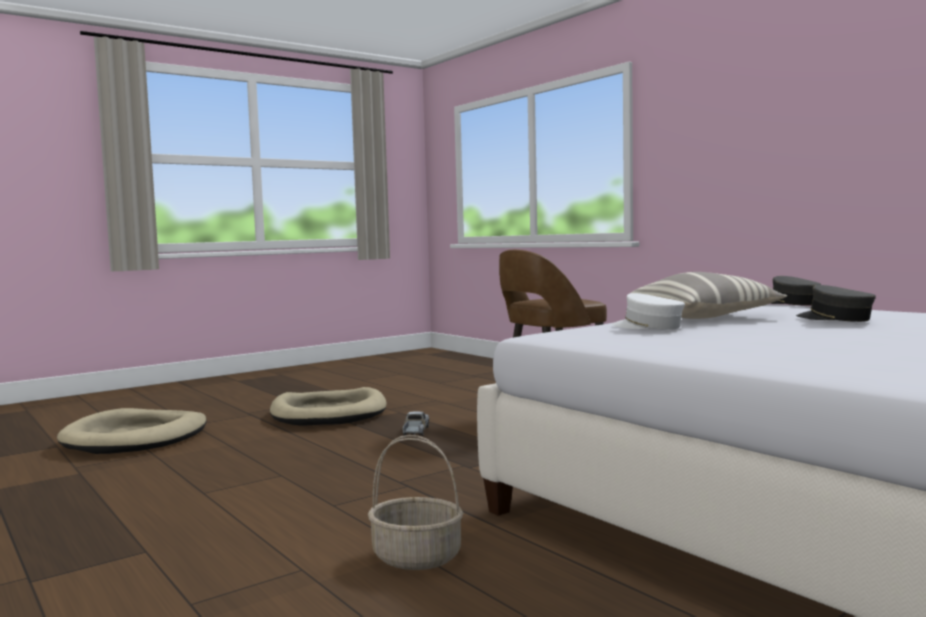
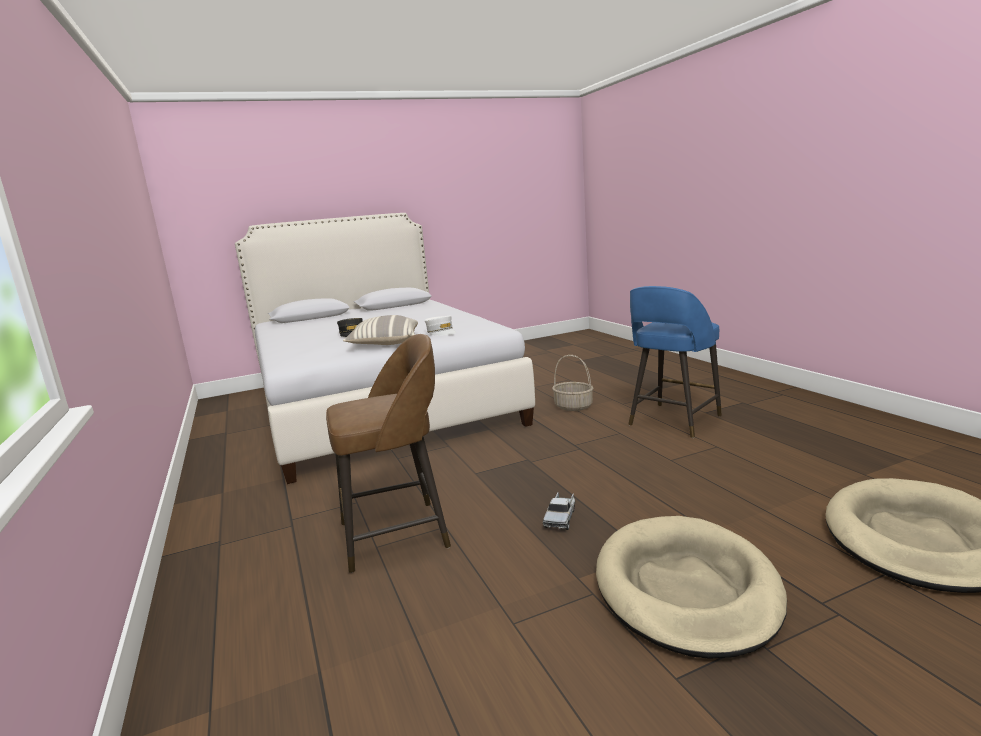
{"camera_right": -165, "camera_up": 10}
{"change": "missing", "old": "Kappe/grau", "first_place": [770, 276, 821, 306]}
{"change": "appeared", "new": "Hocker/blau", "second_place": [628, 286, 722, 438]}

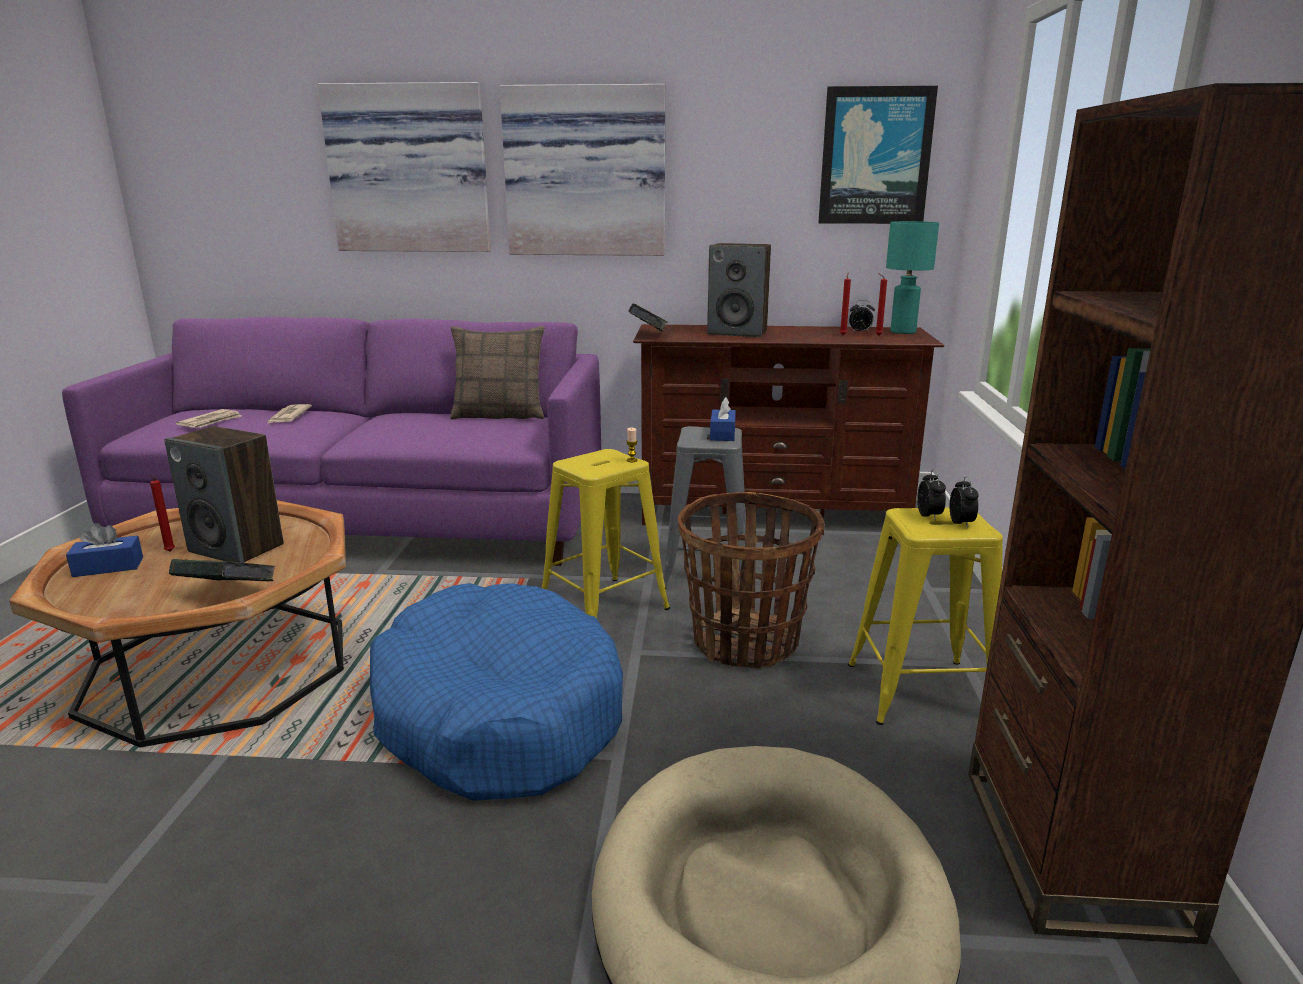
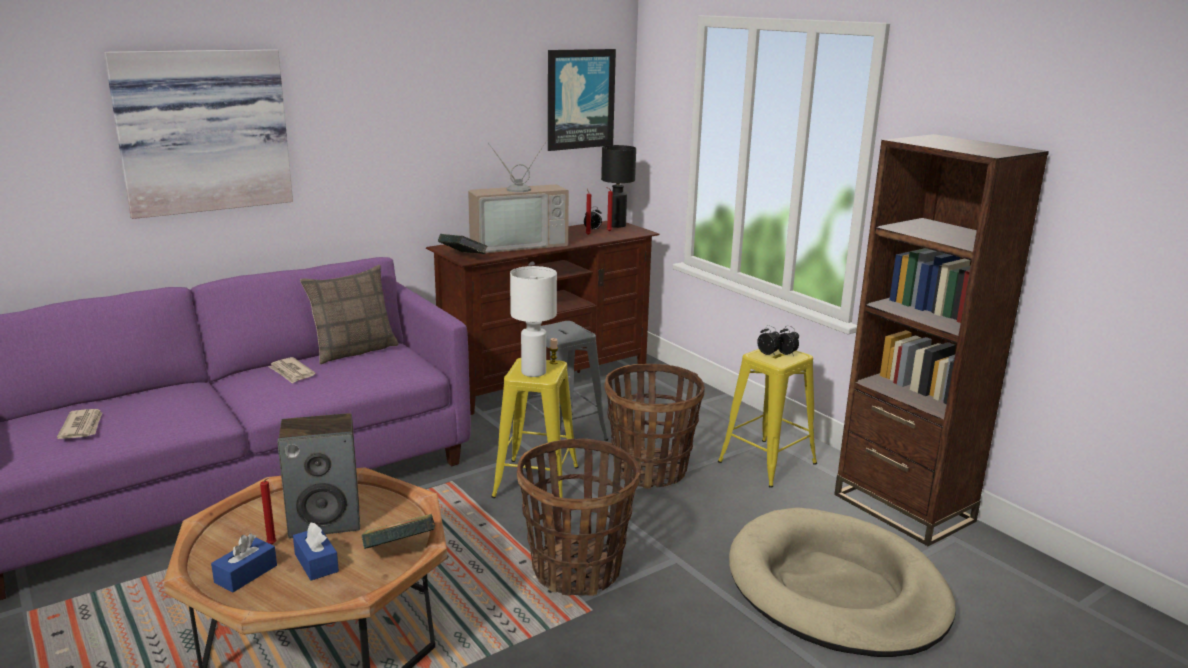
{"camera_right": -40, "camera_up": 0}
{"change": "missing", "old": "Bild", "first_place": [500, 84, 665, 256]}
{"change": "colour", "old": "Tischlampe/türkis", "new": "Tischlampe/schwarz", "first_place": [886, 221, 939, 334], "second_place": [601, 145, 636, 228]}
{"change": "exchanged", "old": "Lautsprecher", "new": "Fernseher", "first_place": [707, 243, 771, 337], "second_place": [468, 140, 569, 253]}
{"change": "relocated", "old": "Taschentuchbox/blau", "first_place": [710, 397, 736, 441], "second_place": [293, 523, 339, 580]}
{"change": "relocated", "old": "Zeitung", "first_place": [267, 404, 312, 424], "second_place": [268, 357, 315, 384]}
{"change": "exchanged", "old": "Hundebett/blau", "new": "Korb", "first_place": [370, 583, 623, 801], "second_place": [517, 439, 640, 596]}
{"change": "appeared", "new": "Tischlampe/weiß", "second_place": [510, 266, 557, 377]}

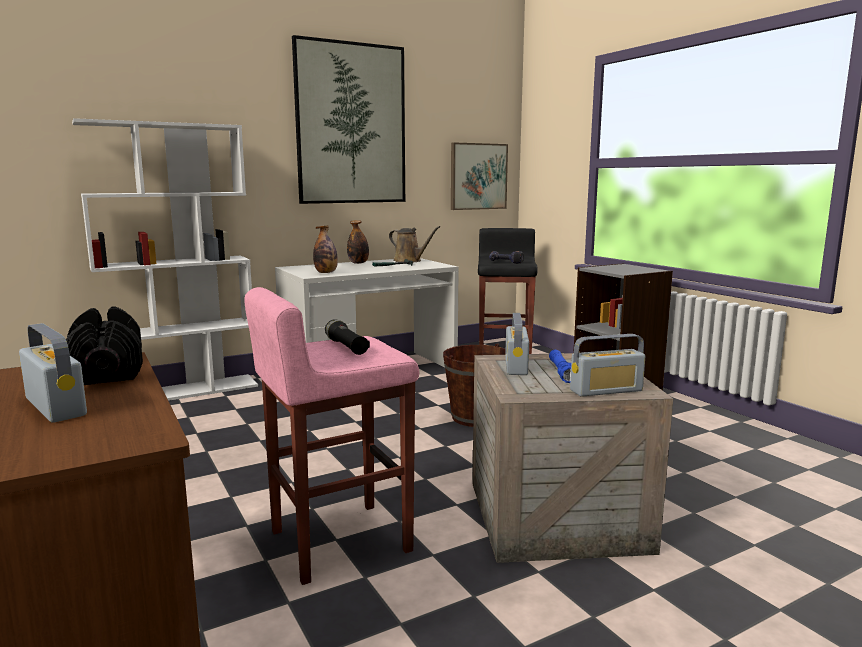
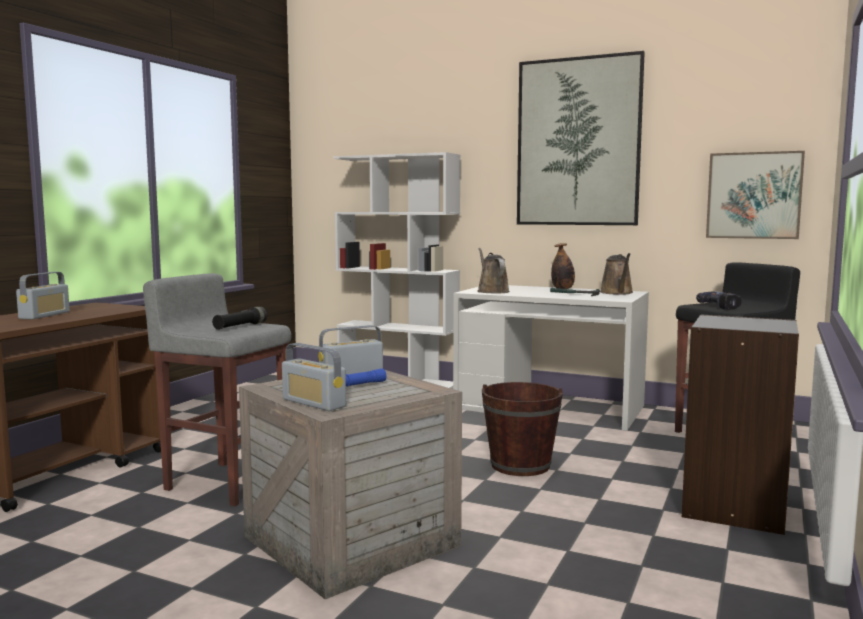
{"camera_right": 55, "camera_up": -5}
{"change": "exchanged", "old": "Flasche", "new": "Gießkanne/braun", "first_place": [313, 225, 338, 273], "second_place": [477, 248, 510, 294]}
{"change": "colour", "old": "Hocker/rosa", "new": "Hocker/grau", "first_place": [244, 287, 419, 585], "second_place": [143, 273, 291, 506]}
{"change": "missing", "old": "Hantel/schwarz", "first_place": [66, 307, 143, 385]}

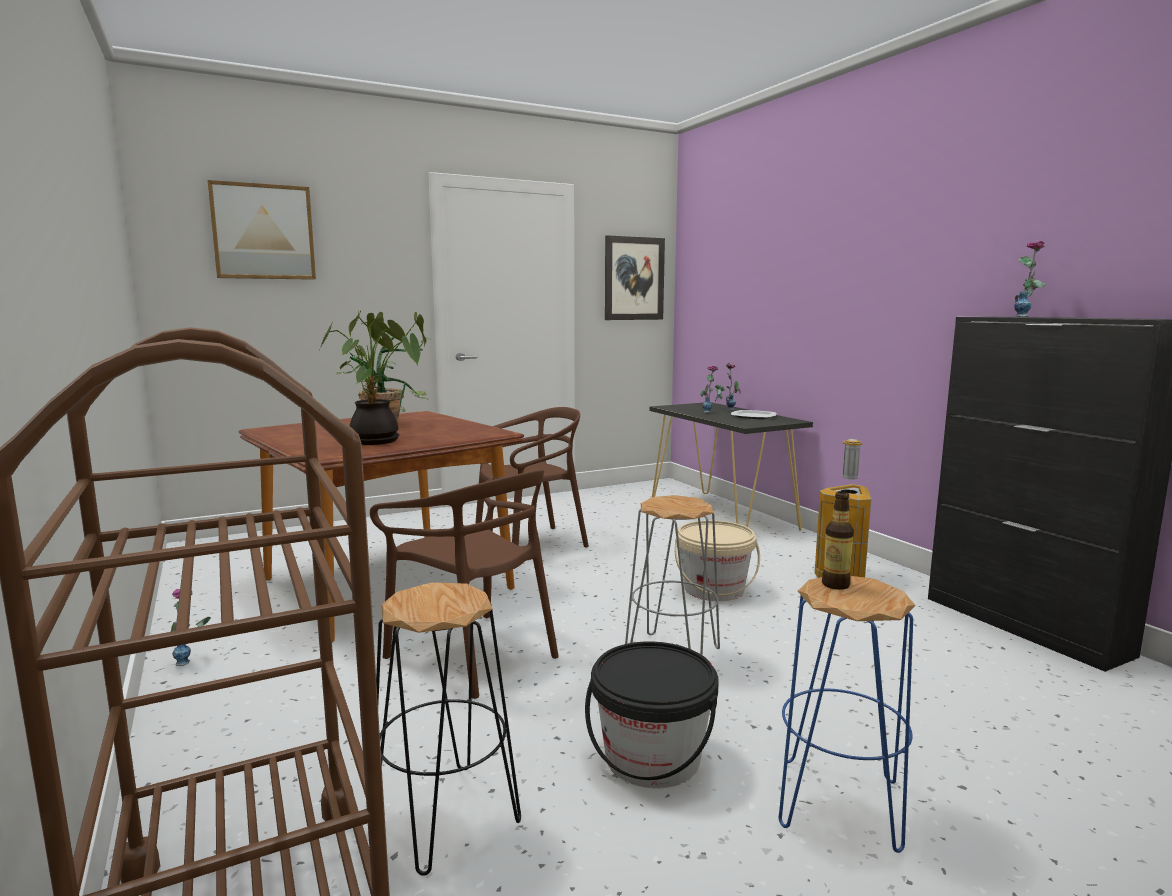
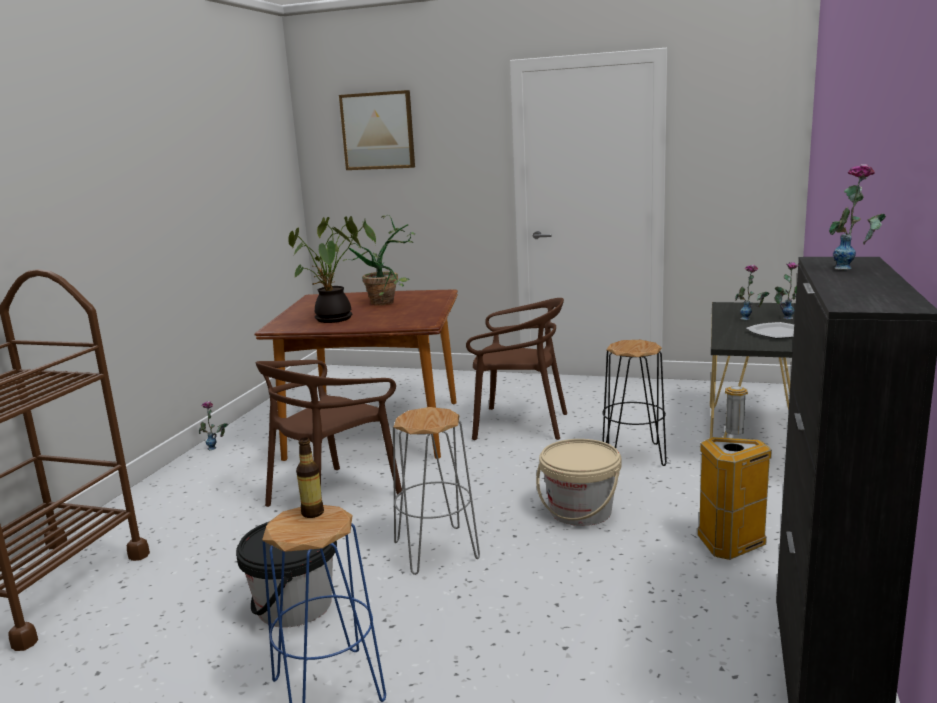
{"camera_right": 45, "camera_up": 5}
{"change": "missing", "old": "Bild", "first_place": [605, 235, 665, 320]}
{"change": "spun", "old": "Stuhl/braun", "first_place": [370, 470, 559, 699], "second_place": [256, 360, 402, 507], "degrees": 45}
{"change": "relocated", "old": "Hocker/schwarz", "first_place": [376, 582, 521, 876], "second_place": [602, 340, 667, 466]}

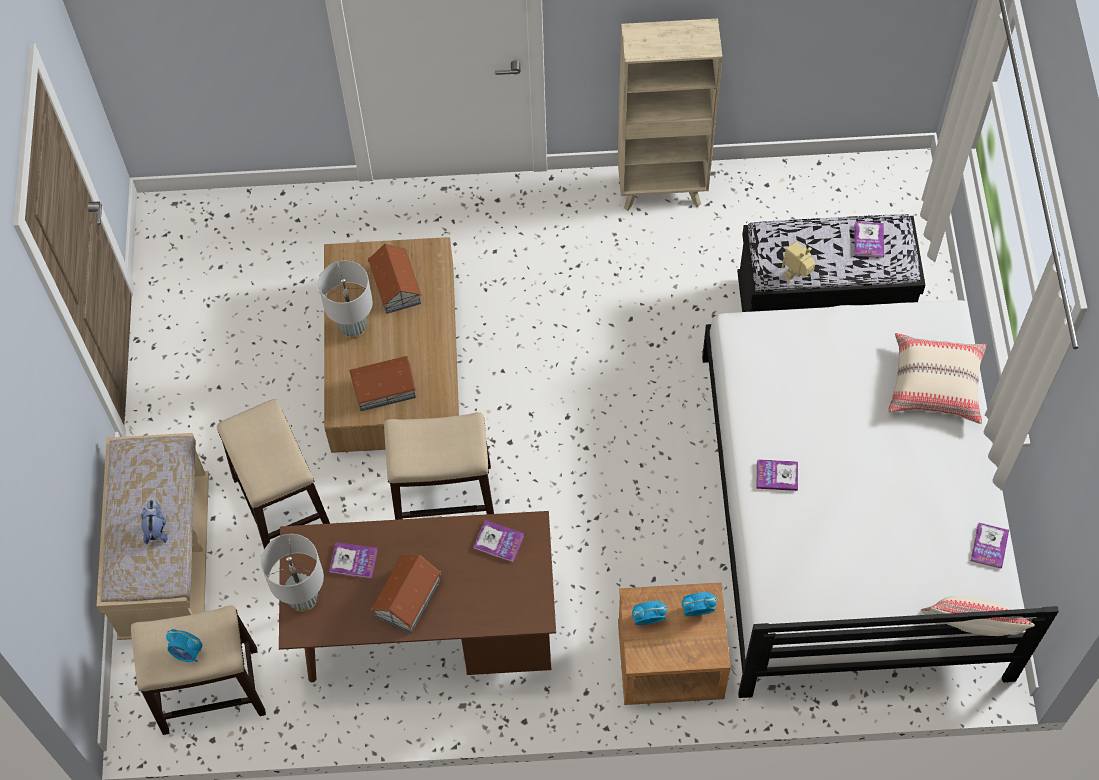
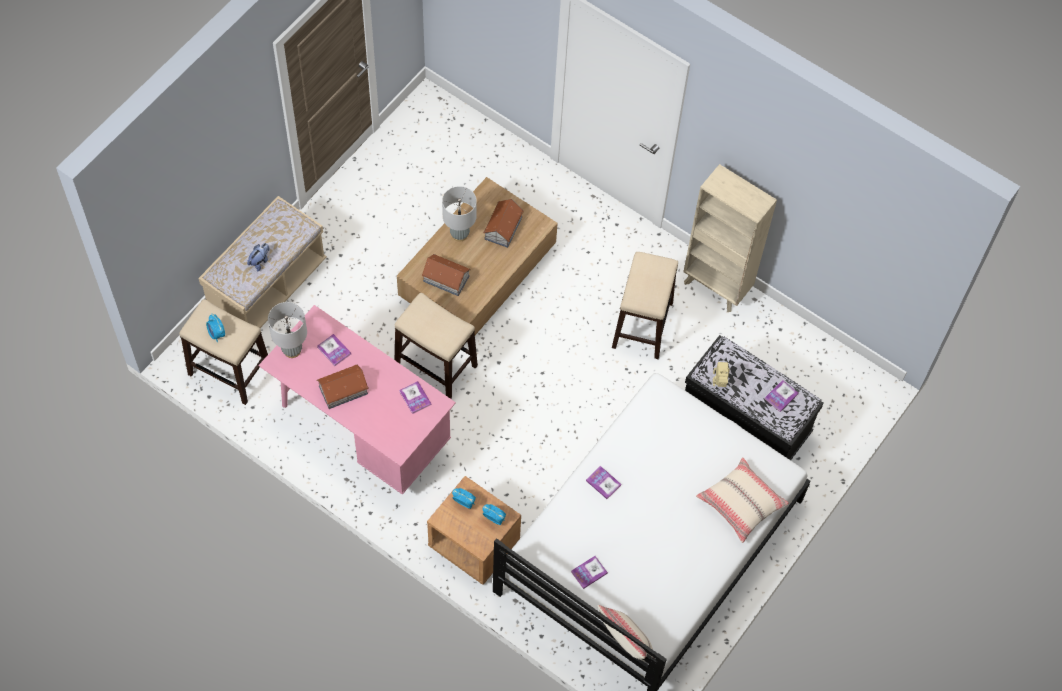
{"camera_right": 35, "camera_up": 0}
{"change": "relocated", "old": "Hocker", "first_place": [217, 399, 330, 549], "second_place": [612, 252, 678, 359]}
{"change": "colour", "old": "Schreibtisch/braun", "new": "Schreibtisch/rosa", "first_place": [279, 511, 556, 682], "second_place": [259, 305, 456, 495]}
{"change": "relocated", "old": "Buch", "first_place": [971, 522, 1009, 569], "second_place": [571, 556, 608, 589]}

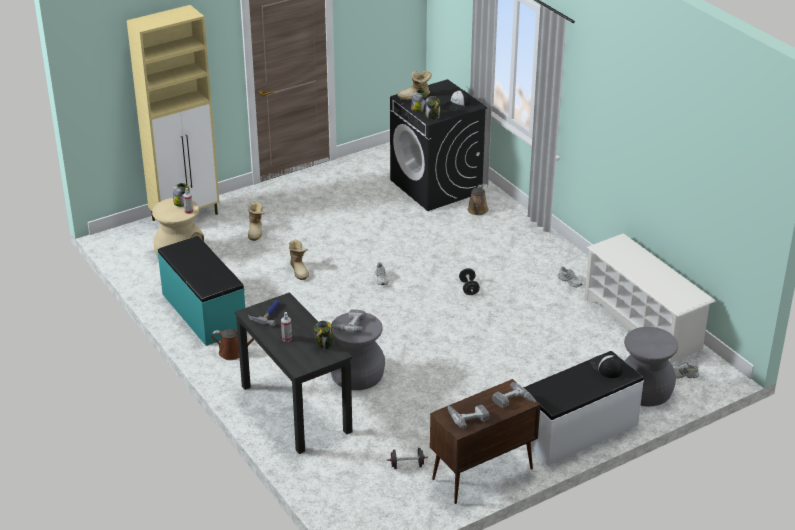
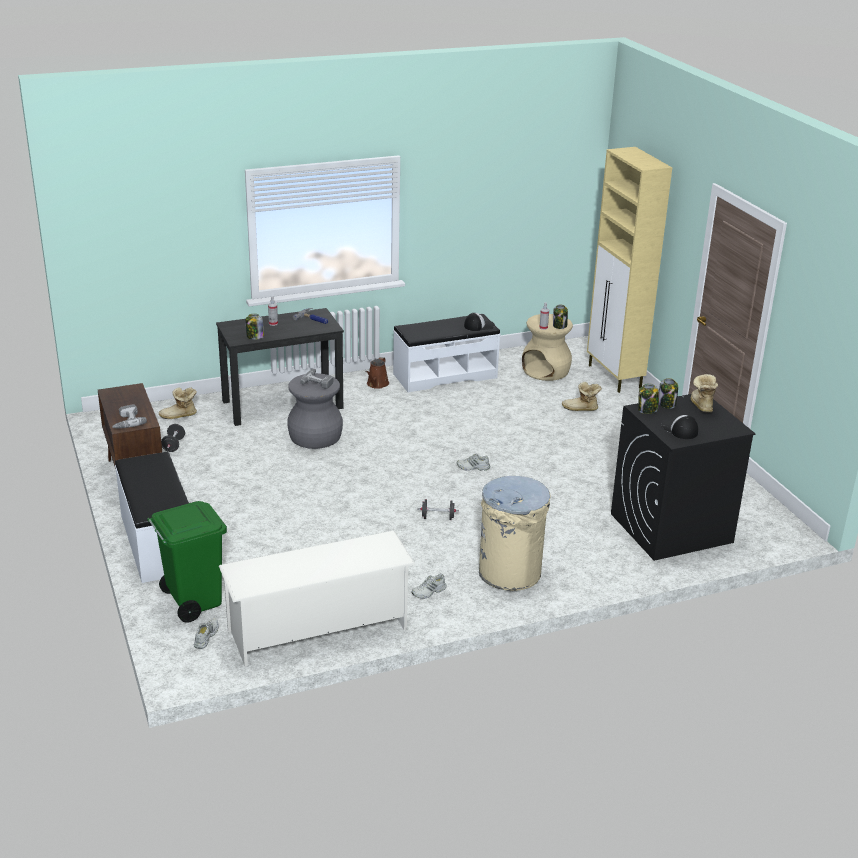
{"camera_right": 100, "camera_up": -5}
{"change": "missing", "old": "Gießkanne/braun", "first_place": [467, 185, 489, 215]}
{"change": "colour", "old": "Bank/türkis", "new": "Bank/weiß", "first_place": [158, 236, 245, 346], "second_place": [393, 314, 500, 392]}
{"change": "relocated", "old": "Stiefel", "first_place": [289, 239, 309, 280], "second_place": [159, 388, 197, 419]}
{"change": "exchanged", "old": "Hocker/grau", "new": "Mülleimer/grün", "first_place": [624, 327, 678, 406], "second_place": [147, 501, 227, 623]}
{"change": "relocated", "old": "Kappe", "first_place": [591, 355, 623, 378], "second_place": [464, 313, 495, 331]}
{"change": "missing", "old": "Bohrmaschine", "first_place": [448, 405, 489, 429]}
{"change": "appeared", "new": "Mülleimer/beige", "second_place": [479, 476, 550, 591]}

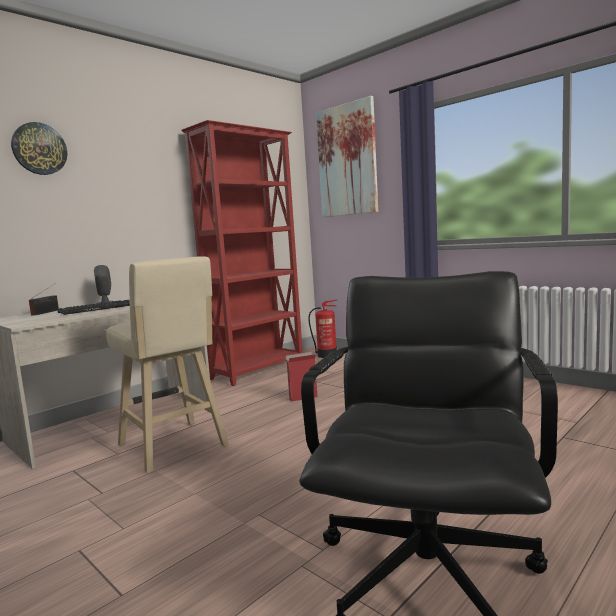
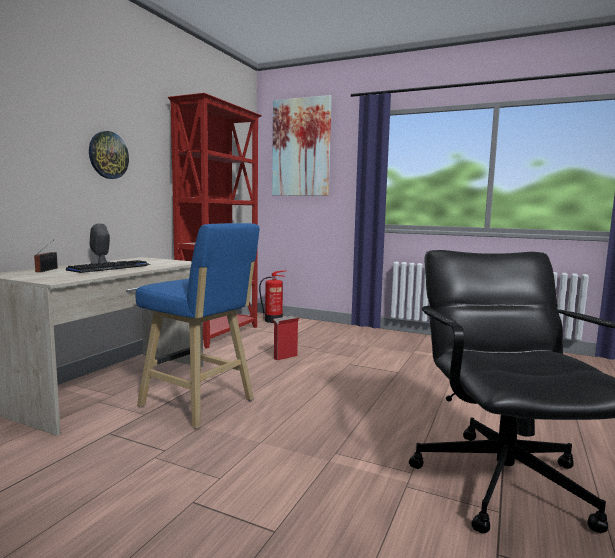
{"camera_right": -20, "camera_up": 0}
{"change": "relocated", "old": "Wanduhr", "first_place": [11, 122, 67, 175], "second_place": [89, 131, 129, 179]}
{"change": "colour", "old": "Hocker/beige", "new": "Hocker/blau", "first_place": [106, 256, 229, 473], "second_place": [136, 223, 259, 429]}

